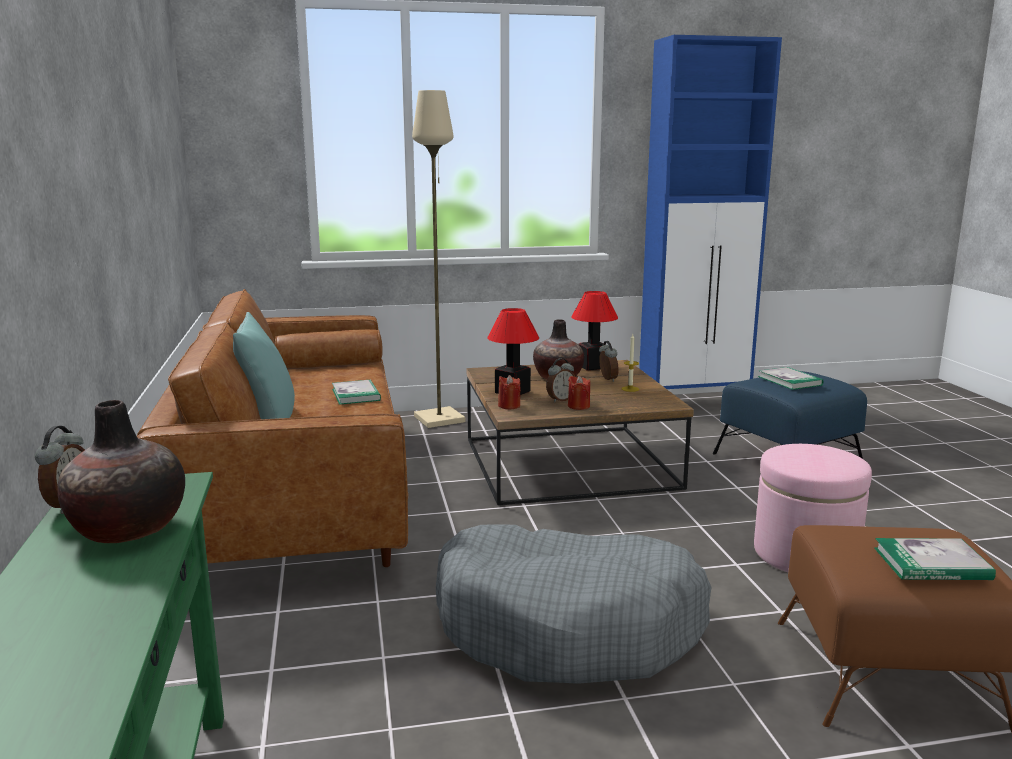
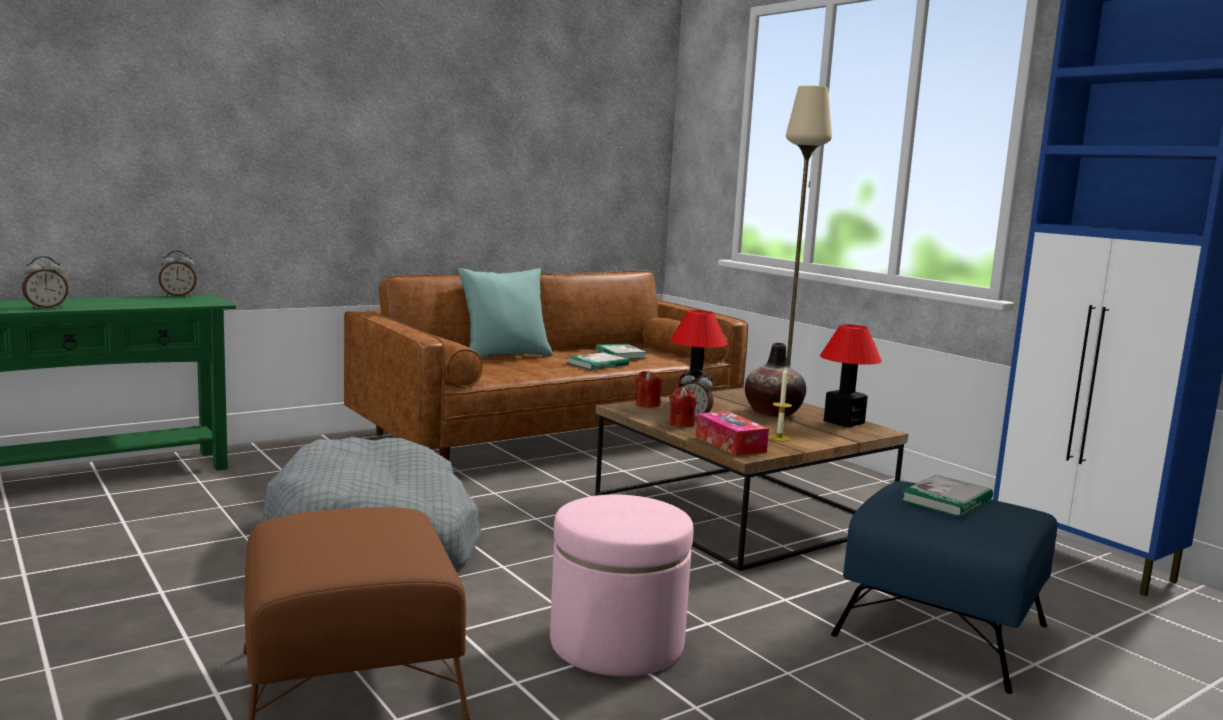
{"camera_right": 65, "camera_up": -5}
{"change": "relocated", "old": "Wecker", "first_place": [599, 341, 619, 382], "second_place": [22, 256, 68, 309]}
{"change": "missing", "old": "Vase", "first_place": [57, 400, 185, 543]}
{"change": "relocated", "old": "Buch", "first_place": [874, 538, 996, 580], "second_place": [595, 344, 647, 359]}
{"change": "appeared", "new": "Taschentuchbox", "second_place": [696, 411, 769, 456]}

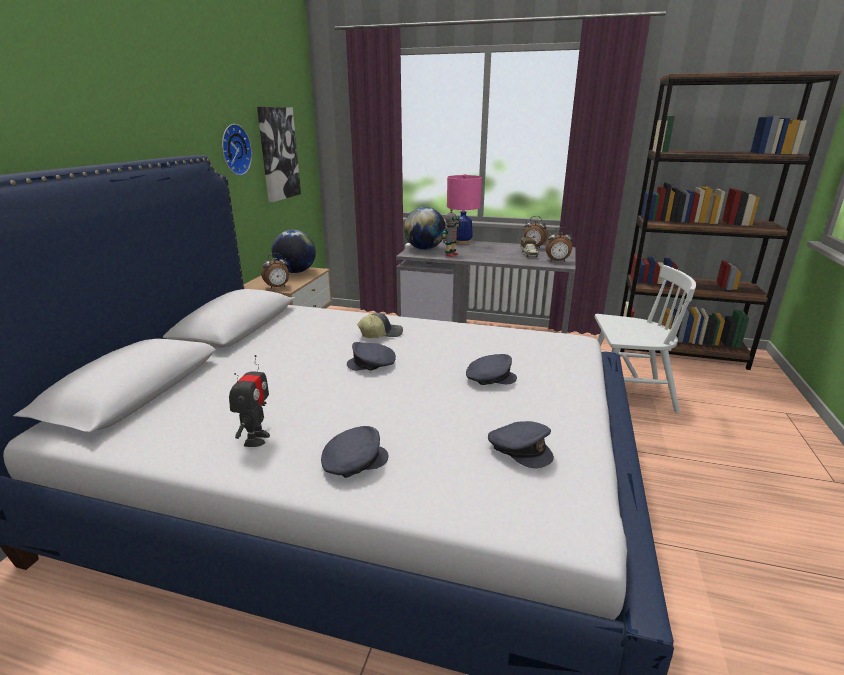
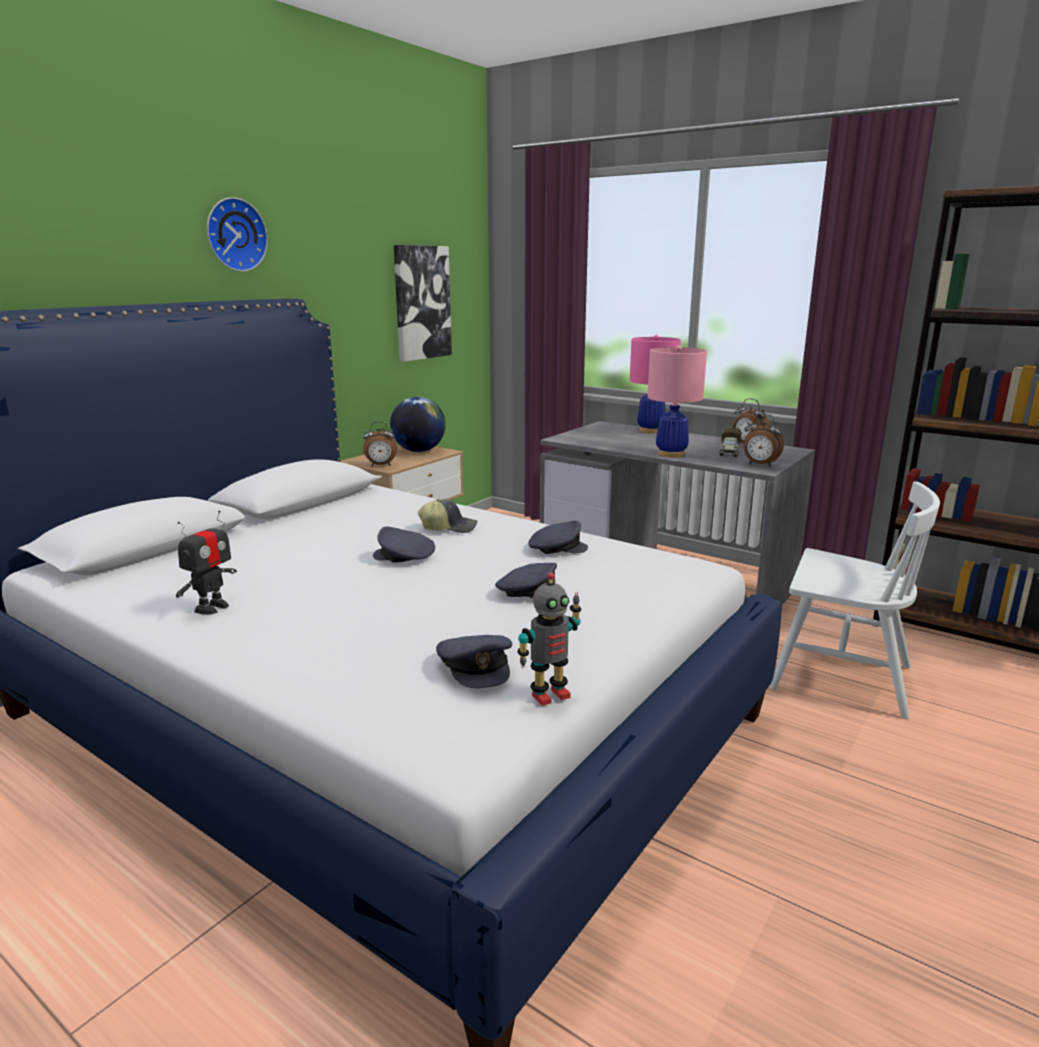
{"camera_right": 20, "camera_up": -5}
{"change": "relocated", "old": "Wanduhr", "first_place": [222, 124, 252, 175], "second_place": [207, 197, 268, 272]}
{"change": "missing", "old": "Globus", "first_place": [404, 207, 446, 250]}
{"change": "relocated", "old": "Spielzeugroboter", "first_place": [442, 208, 460, 257], "second_place": [517, 572, 581, 706]}
{"change": "relocated", "old": "Kappe/grau", "first_place": [321, 426, 389, 478], "second_place": [528, 521, 588, 554]}
{"change": "appeared", "new": "Tischlampe/rosa", "second_place": [647, 345, 707, 457]}

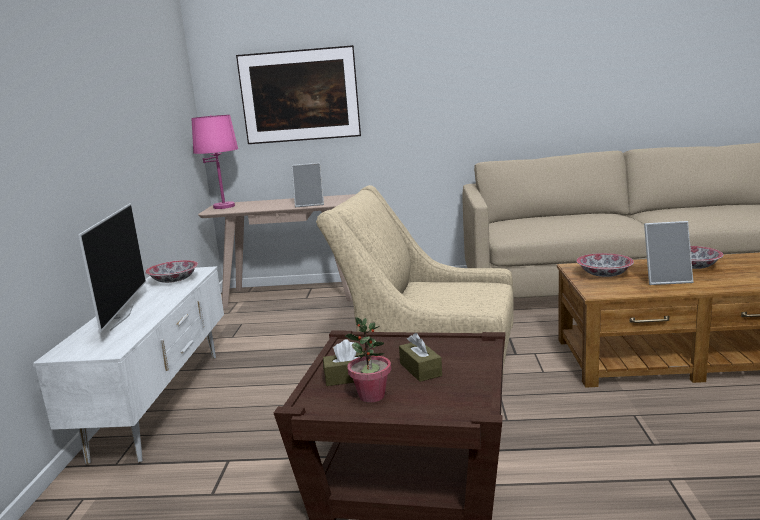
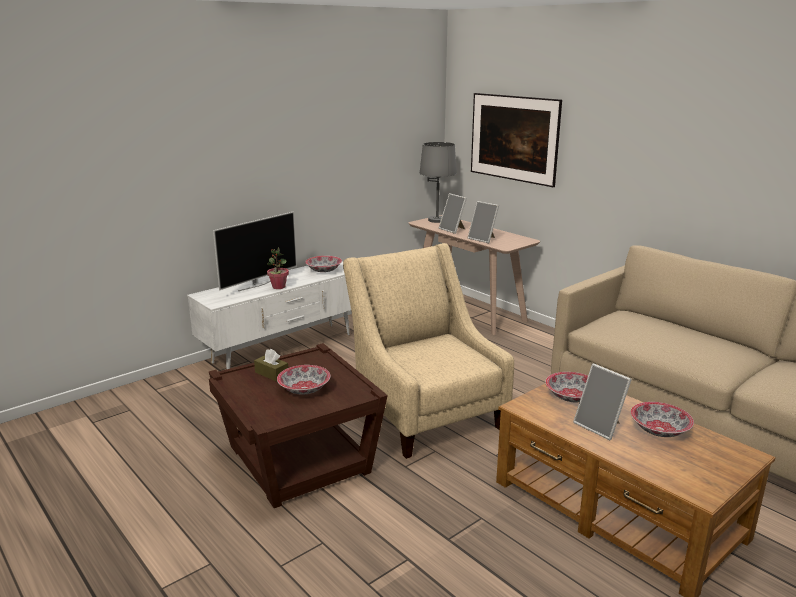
{"camera_right": 45, "camera_up": 5}
{"change": "colour", "old": "Tischlampe/rosa", "new": "Tischlampe/grau", "first_place": [191, 115, 238, 209], "second_place": [420, 142, 457, 223]}
{"change": "relocated", "old": "Topfpflanze", "first_place": [345, 317, 391, 403], "second_place": [267, 247, 289, 289]}
{"change": "exchanged", "old": "Taschentuchbox/braun", "new": "Schüssel", "first_place": [399, 333, 442, 382], "second_place": [277, 365, 331, 395]}
{"change": "appeared", "new": "Bilderrahmen", "second_place": [439, 193, 467, 234]}

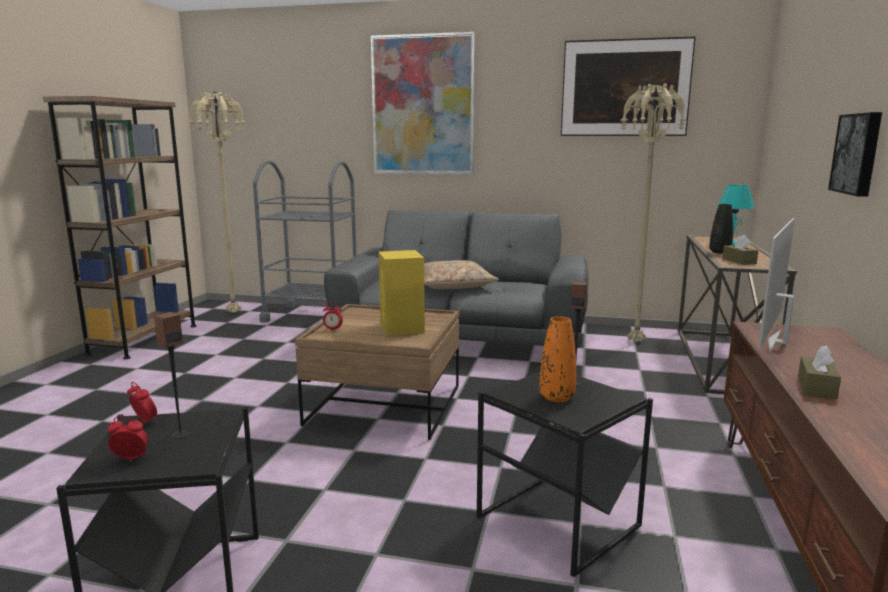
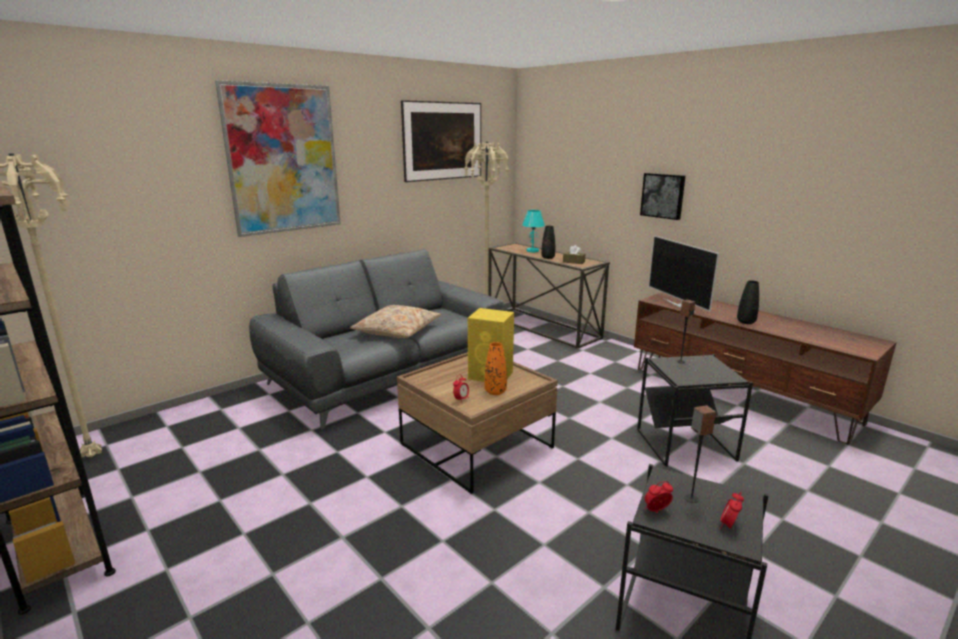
{"camera_right": -55, "camera_up": 5}
{"change": "missing", "old": "Rollwagen/grau", "first_place": [253, 160, 357, 322]}
{"change": "relocated", "old": "Vase/orange", "first_place": [539, 316, 576, 402], "second_place": [485, 342, 507, 395]}
{"change": "exchanged", "old": "Taschentuchbox/braun", "new": "Vase/schwarz", "first_place": [798, 346, 841, 400], "second_place": [737, 280, 759, 324]}

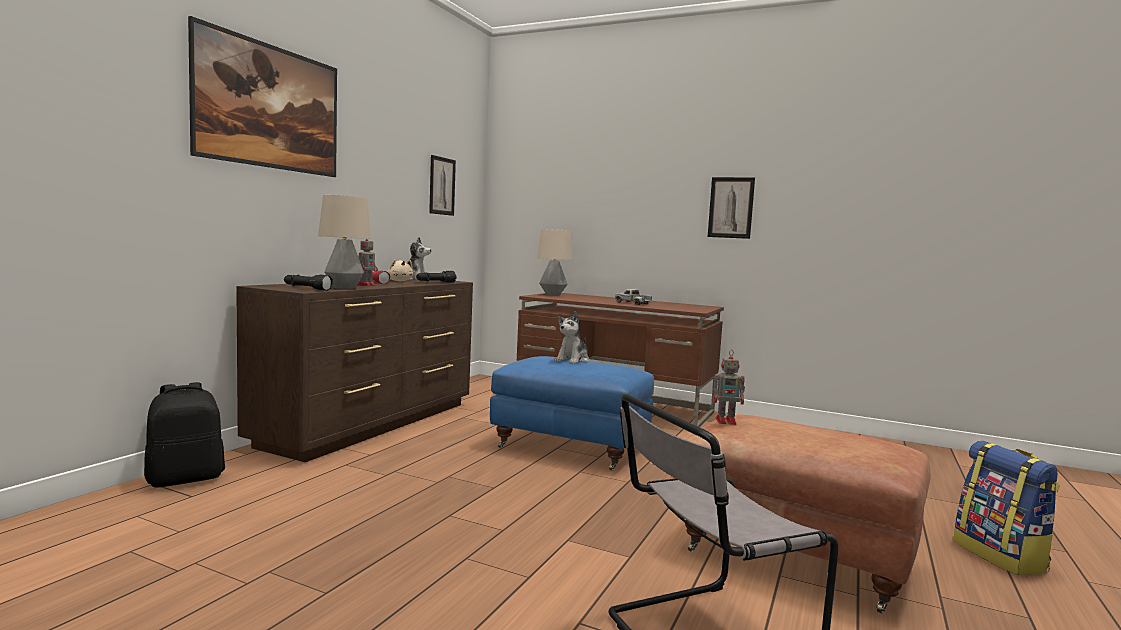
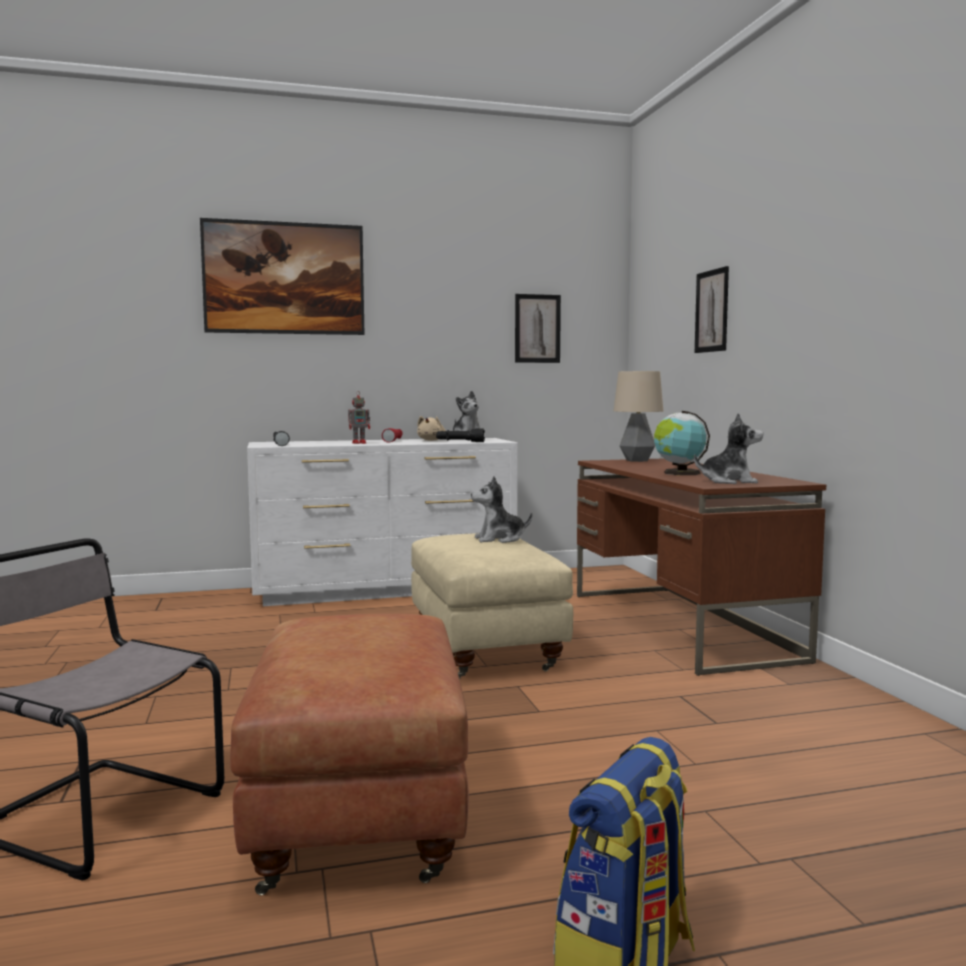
{"camera_right": 50, "camera_up": 0}
{"change": "relocated", "old": "Bild", "first_place": [708, 177, 755, 239], "second_place": [695, 266, 729, 353]}
{"change": "missing", "old": "Tischlampe", "first_place": [318, 195, 371, 289]}
{"change": "colour", "old": "Kommode/braun", "new": "Kommode/weiß", "first_place": [236, 279, 473, 462], "second_place": [247, 438, 518, 606]}
{"change": "exchanged", "old": "Spielzeuglaster", "new": "Globus", "first_place": [615, 289, 652, 305], "second_place": [654, 411, 710, 475]}
{"change": "missing", "old": "Spielzeugroboter", "first_place": [714, 350, 745, 425]}
{"change": "colour", "old": "Polsterhocker/blau", "new": "Polsterhocker/beige", "first_place": [490, 356, 654, 471], "second_place": [411, 533, 573, 679]}
{"change": "missing", "old": "Rucksack/schwarz", "first_place": [144, 382, 225, 488]}
{"change": "appeared", "new": "Plüschtier", "second_place": [694, 413, 763, 484]}

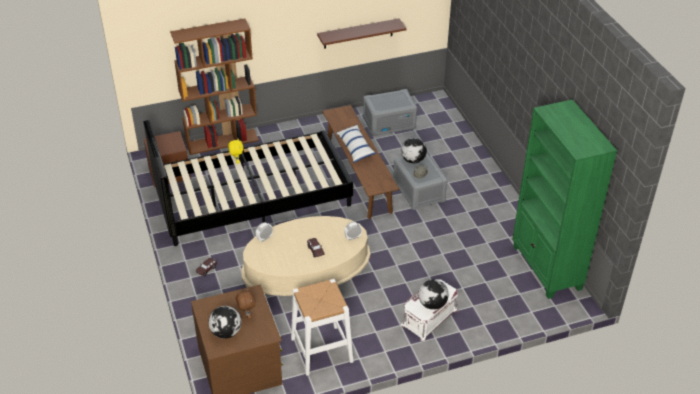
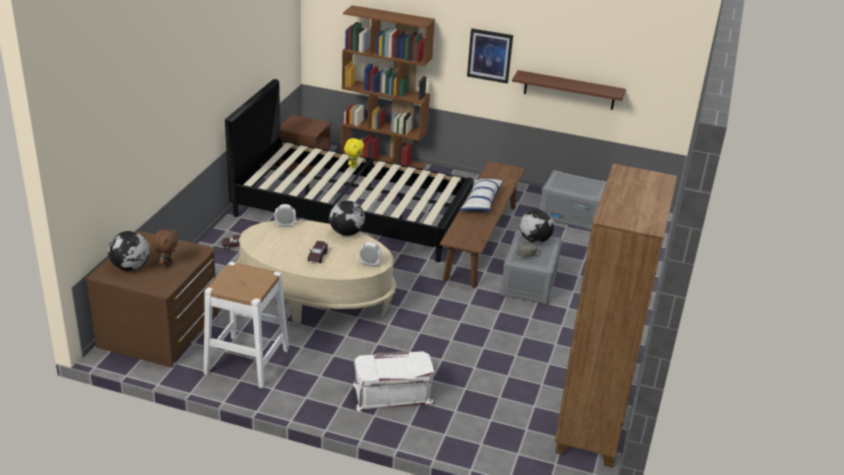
{"camera_right": 35, "camera_up": -10}
{"change": "colour", "old": "Bücherregal/grün", "new": "Bücherregal/braun", "first_place": [512, 99, 617, 299], "second_place": [555, 164, 677, 468]}
{"change": "relocated", "old": "Globus", "first_place": [418, 280, 449, 310], "second_place": [329, 201, 365, 236]}
{"change": "appeared", "new": "Bild", "second_place": [467, 29, 513, 84]}

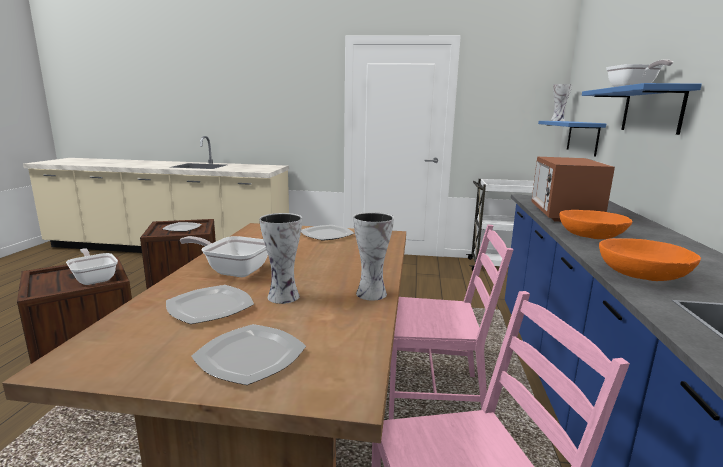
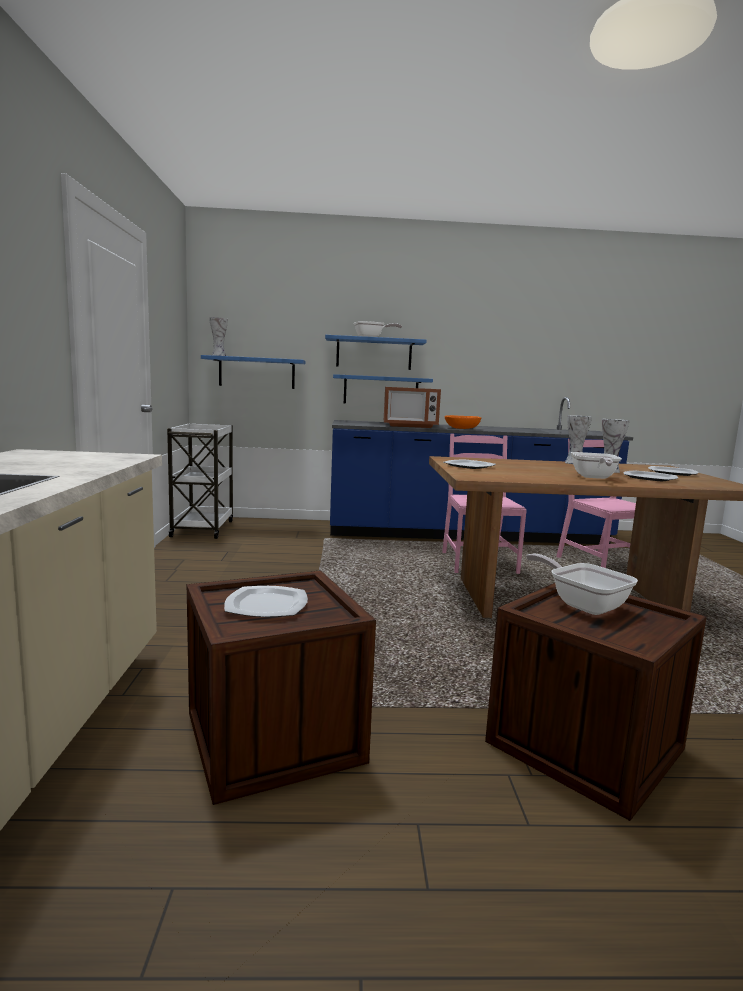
{"camera_right": -100, "camera_up": -5}
{"change": "missing", "old": "Schüssel/orange", "first_place": [599, 238, 701, 281]}
{"change": "spun", "old": "Pfanne", "first_place": [66, 248, 118, 285], "second_place": [526, 554, 638, 615], "degrees": 105}
{"change": "appeared", "new": "Wandregal/blau", "second_place": [333, 374, 433, 404]}

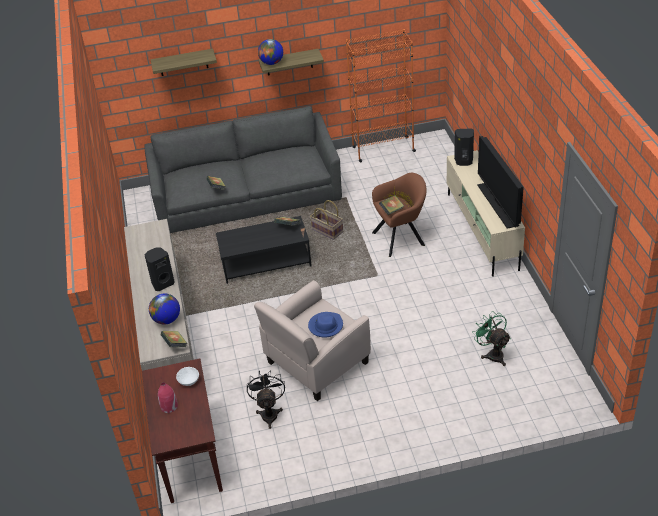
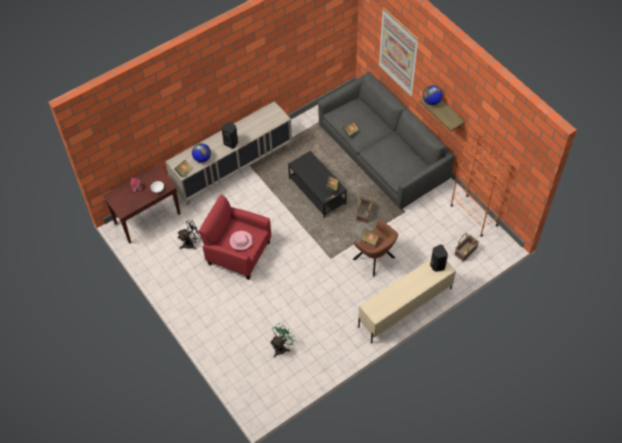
{"camera_right": 65, "camera_up": 15}
{"change": "exchanged", "old": "Wandregal", "new": "Bild", "first_place": [151, 49, 217, 76], "second_place": [379, 7, 419, 97]}
{"change": "missing", "old": "Fernseher", "first_place": [477, 136, 524, 229]}
{"change": "colour", "old": "Sessel/beige", "new": "Sessel/rot", "first_place": [254, 280, 371, 401], "second_place": [198, 195, 271, 280]}
{"change": "colour", "old": "Hut/blau", "new": "Hut/rosa", "first_place": [308, 312, 343, 338], "second_place": [230, 231, 253, 250]}
{"change": "appeared", "new": "Korb", "second_place": [455, 233, 479, 262]}

